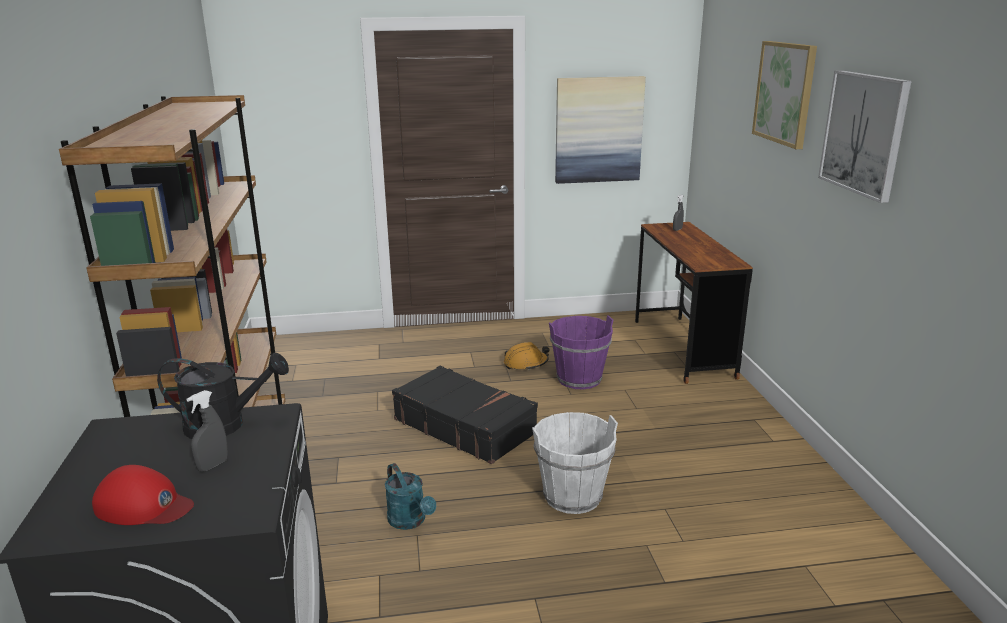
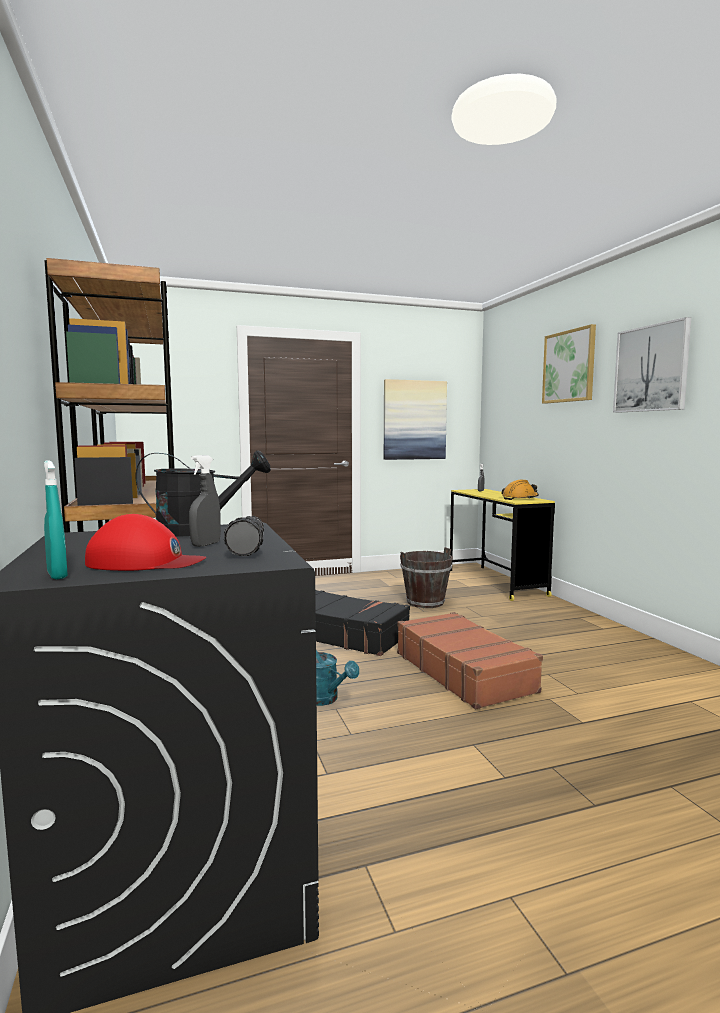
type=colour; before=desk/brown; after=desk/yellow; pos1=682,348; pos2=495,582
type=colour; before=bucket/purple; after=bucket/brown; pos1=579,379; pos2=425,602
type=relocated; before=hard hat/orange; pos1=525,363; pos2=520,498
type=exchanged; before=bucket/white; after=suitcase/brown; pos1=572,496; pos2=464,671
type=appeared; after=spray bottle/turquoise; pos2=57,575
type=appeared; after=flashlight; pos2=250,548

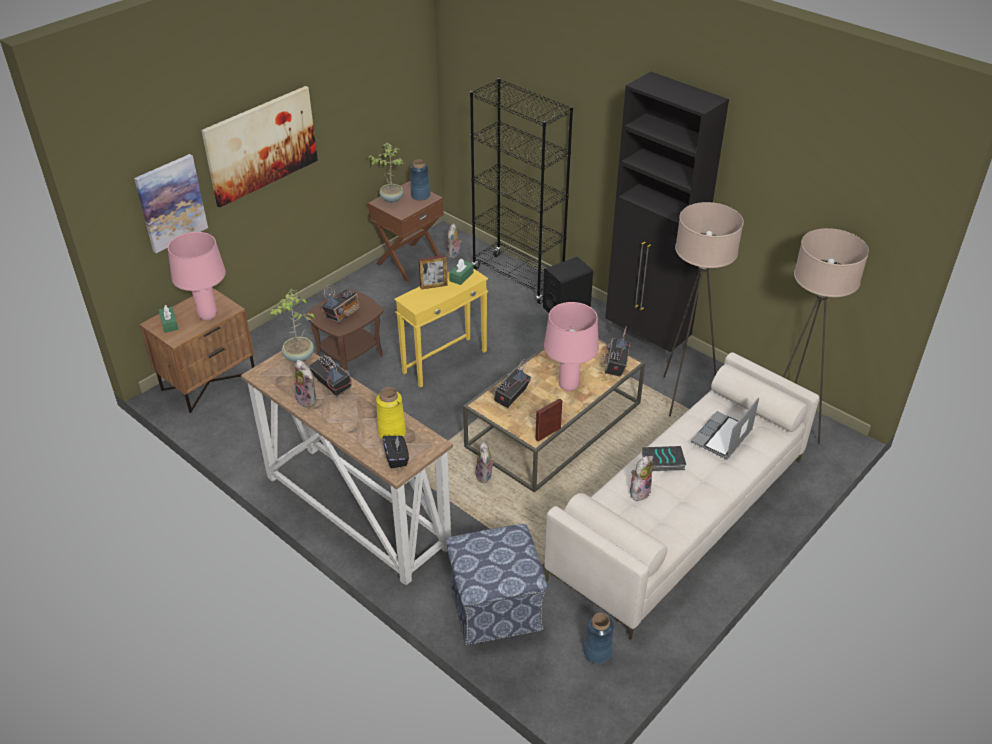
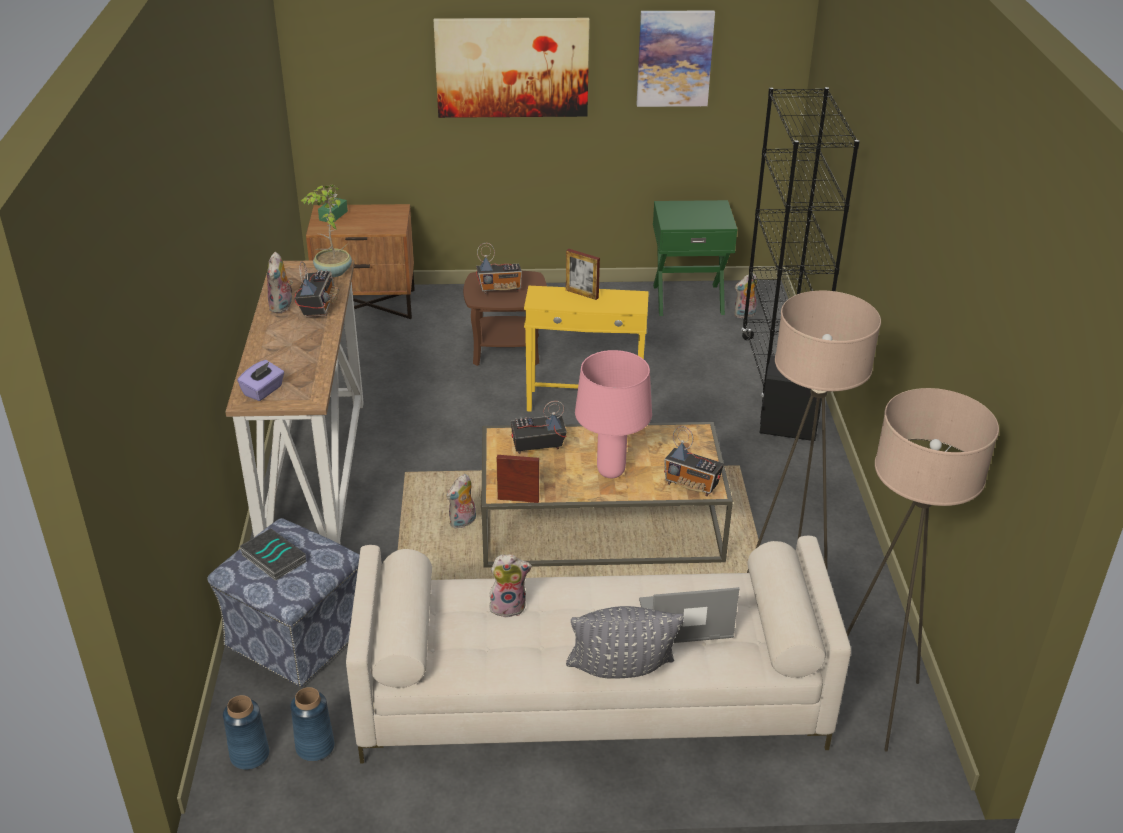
type=missing; before=cabinet/black; pos1=647,341
type=missing; before=potted plant; pos1=391,198
type=relocated; before=picture; pos1=171,203; pos2=674,58
type=relocated; before=vase/blue; pos1=420,195; pos2=250,755
type=colour; before=nightstand/brown; after=nightstand/green; pos1=408,261; pos2=688,299
type=missing; before=table lamp/pink; pos1=208,315
type=missing; before=tissue box/green; pos1=461,277
type=spun; before=radio; pos1=615,366; pos2=692,485; turn=-120
type=missing; before=vase/yellow; pos1=391,432
type=colour; before=tissue box/black; after=tissue box/purple; pos1=396,458; pos2=263,391
type=relocated; before=book; pos1=662,462; pos2=272,558
type=appeared; after=pillow/grey; pos2=621,674

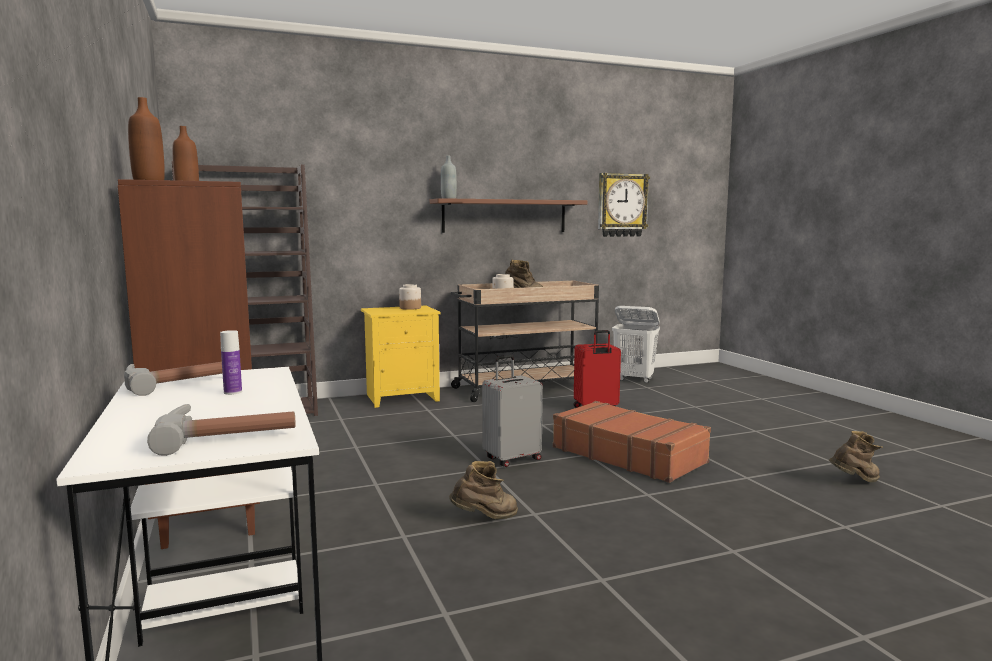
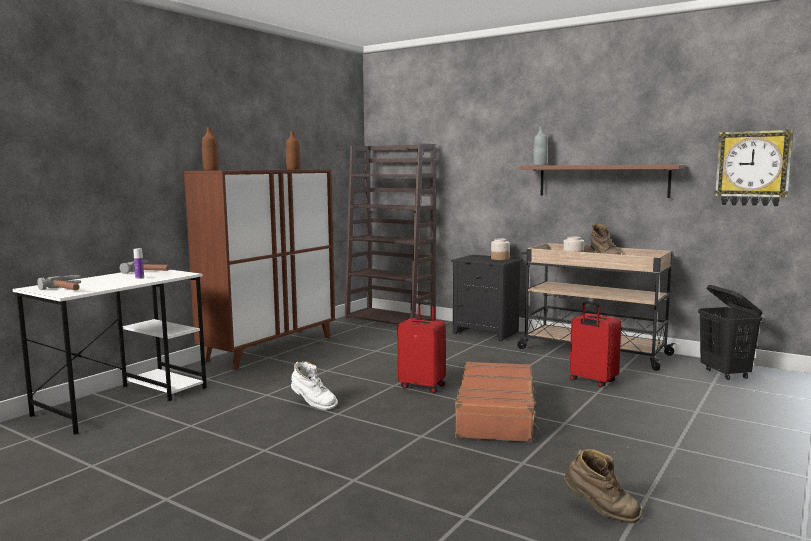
type=colour; before=nightstand/yellow; after=nightstand/black; pos1=402,397; pos2=487,332
type=colour; before=laundry basket/white; after=laundry basket/black; pos1=634,380; pos2=725,374
type=colour; before=suitcase/grey; after=suitcase/red; pos1=512,459; pos2=422,386
type=colour; before=boot/brown; after=boot/white; pos1=485,519; pos2=313,404

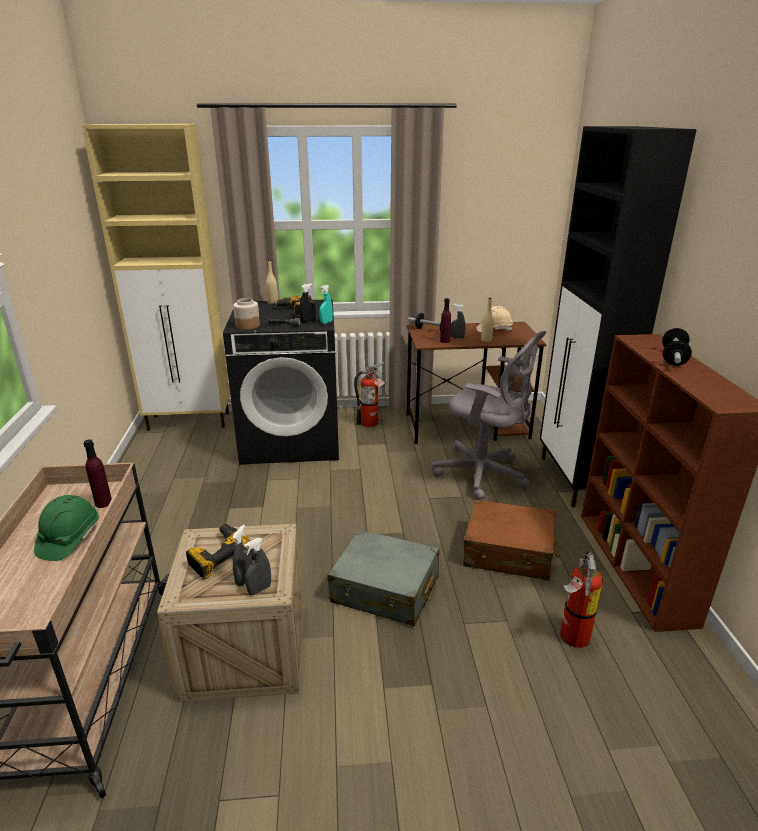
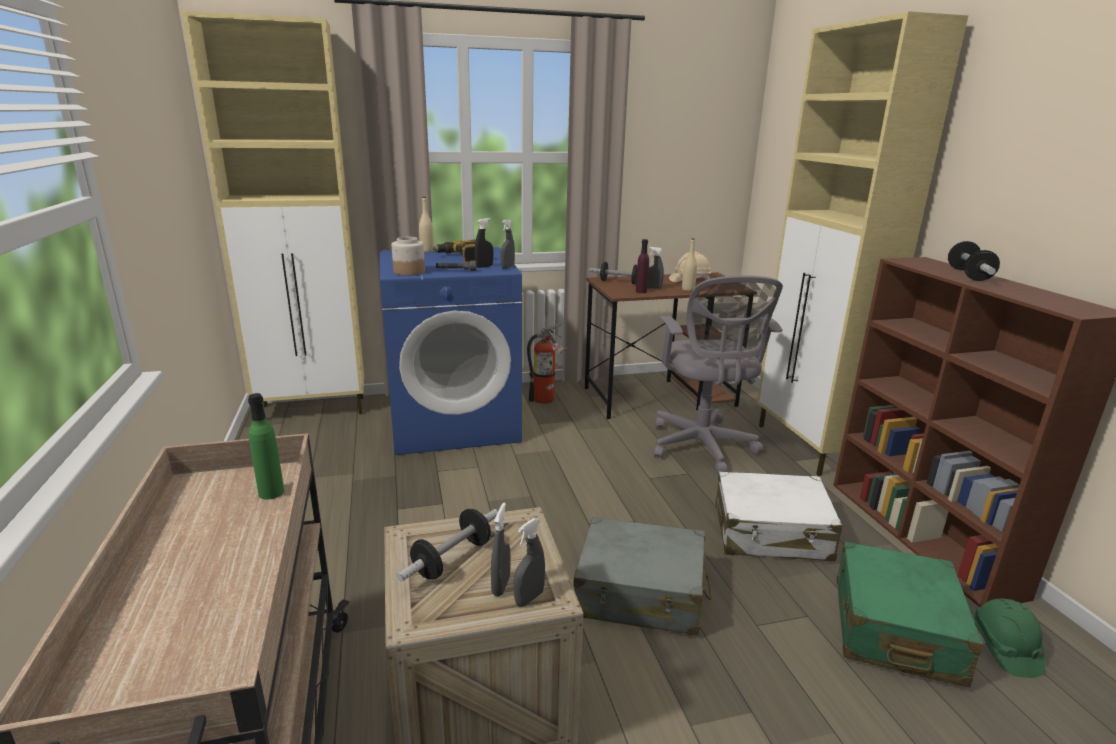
type=colour; before=cabinet/black; after=cabinet/beige; pos1=573,481; pos2=806,447
type=colour; before=spray bottle/turquoise; after=spray bottle/grey; pos1=326,322; pos2=507,267
type=colour; before=washing machine/black; after=washing machine/blue; pos1=292,439; pos2=454,422
type=spun; before=office chair/grey; pos1=484,475; pos2=702,448; turn=60
type=colour; before=bottle/purple; after=bottle/green; pos1=103,503; pos2=271,492
type=relocated; before=hard hat/green; pos1=69,539; pos2=1003,648
type=colour; before=suitcase/brown; after=suitcase/white; pos1=509,552; pos2=771,533
type=exchanged; before=power drill; after=dumbbell; pos1=220,557; pos2=452,559
type=exchanged; before=fire extinguisher; after=suitcase/green; pos1=571,638; pos2=894,629

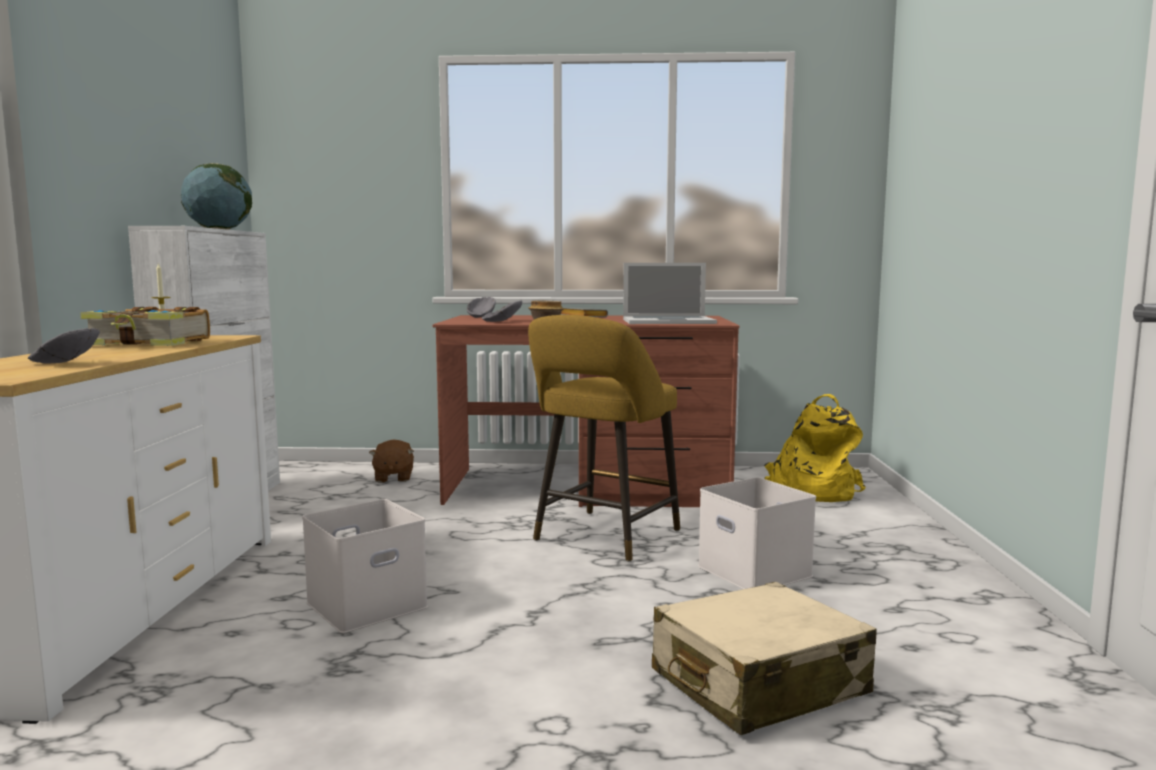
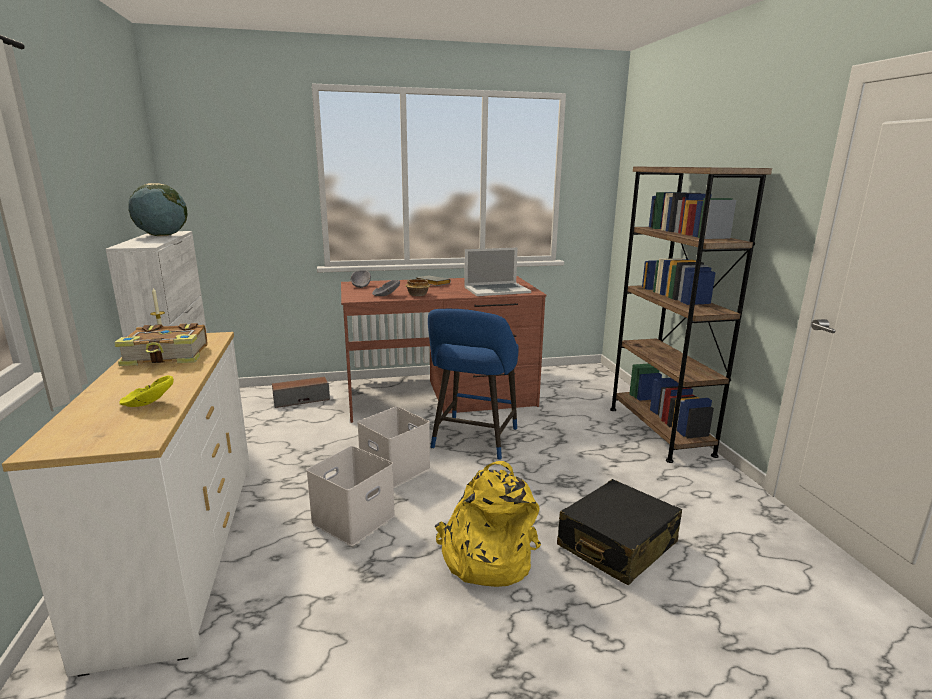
type=colour; before=stool/yellow; after=stool/blue; pos1=603,538; pos2=473,441
type=colour; before=bowl/grey; after=bowl/yellow; pos1=65,363; pos2=148,403
type=relocated; before=backpack/yellow; pos1=811,491; pos2=485,556
type=exchanged; before=plush toy/brown; after=speaker; pos1=393,478; pos2=301,400
type=relocated; before=storage box/white; pos1=751,571; pos2=393,468
type=colour; before=suitcase/beige; after=suitcase/black; pos1=758,683; pos2=616,545
type=appeared; after=bookcase/brown; pos2=659,431

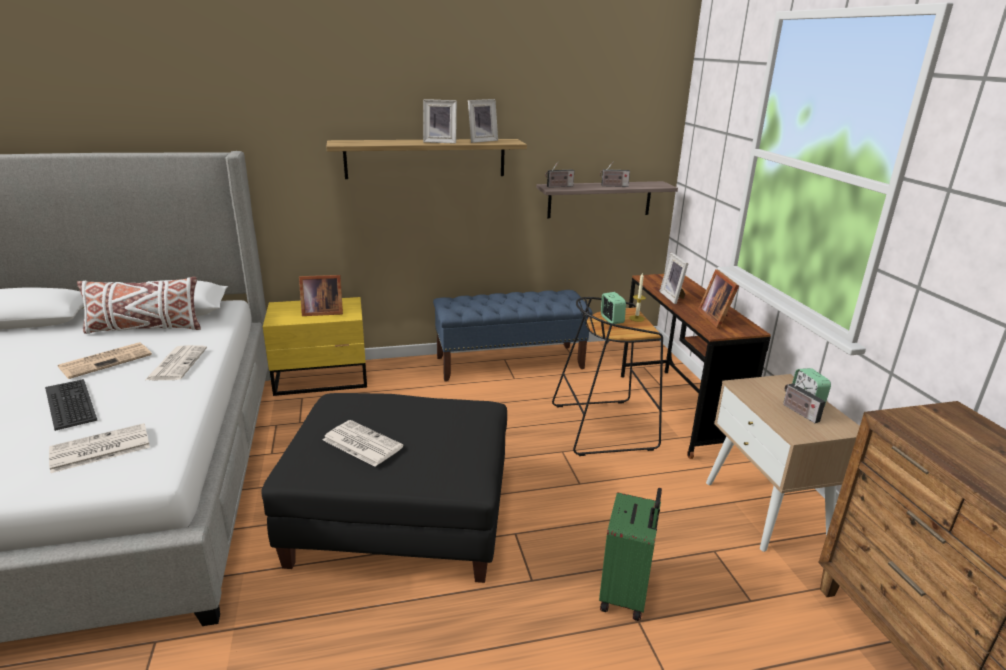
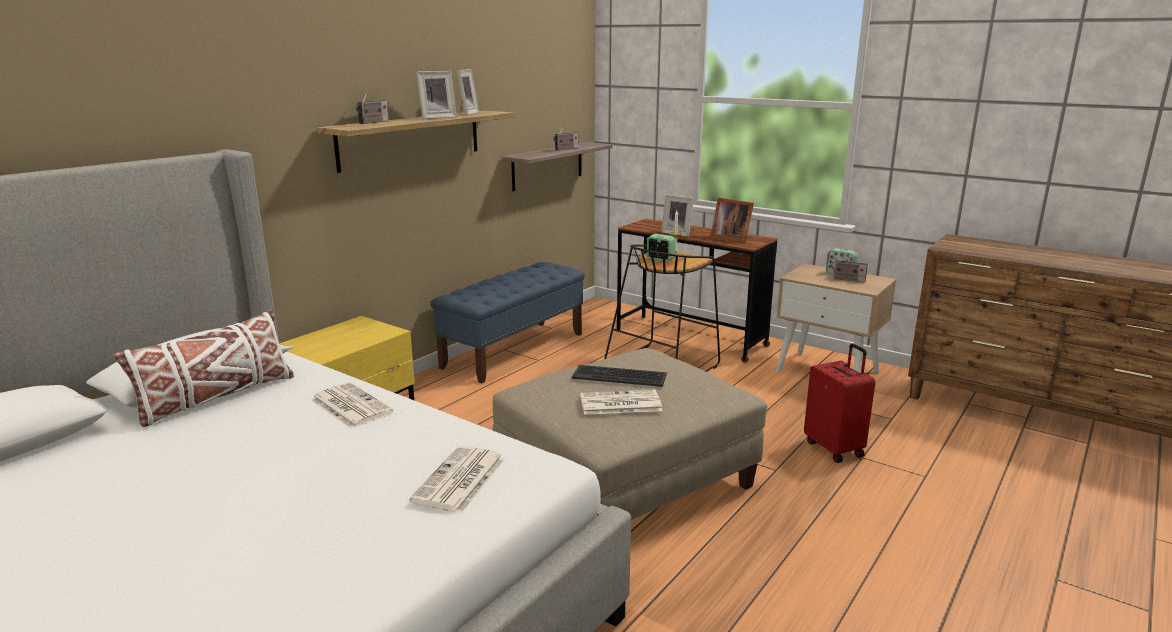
type=relocated; before=radio; pos1=558,186; pos2=373,122
type=missing; before=picture frame; pos1=321,312
type=missing; before=newspaper; pos1=106,360
type=relocated; before=keyboard; pos1=71,404; pos2=619,376
type=colour; before=ottoman/black; after=ottoman/beige; pos1=401,516; pos2=625,482
type=colour; before=suitcase/green; after=suitcase/red; pos1=626,595; pos2=835,448

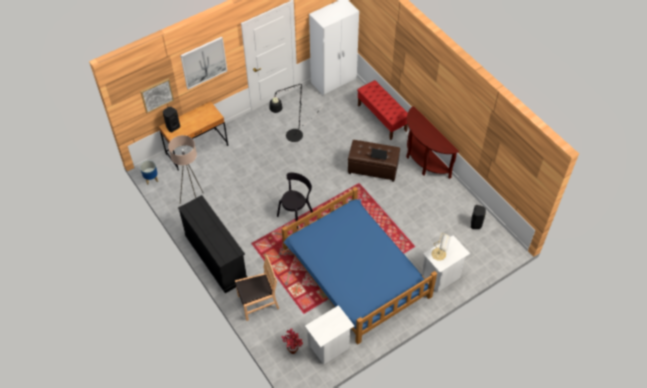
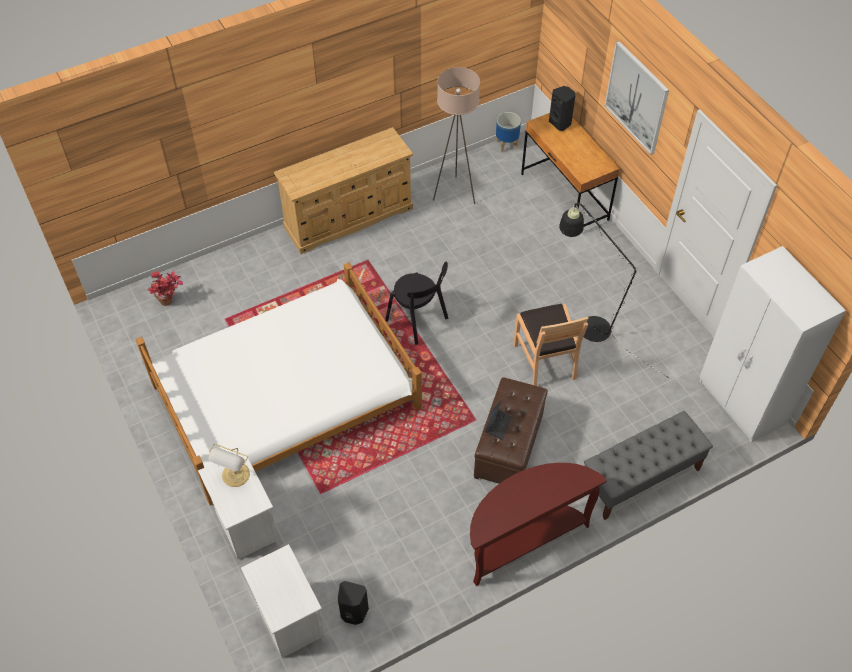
type=missing; before=picture; pos1=157,95
type=colour; before=bench/red; after=bench/grey; pos1=382,118; pos2=640,478
type=colour; before=bed/blue; after=bed/white; pos1=355,271; pos2=286,395
type=colour; before=dresser/black; after=dresser/beige; pos1=216,257; pos2=349,217
type=relocated; before=chair/brown; pos1=258,303; pos2=545,361
type=relocated; before=nightstand/white; pos1=329,347; pos2=289,622

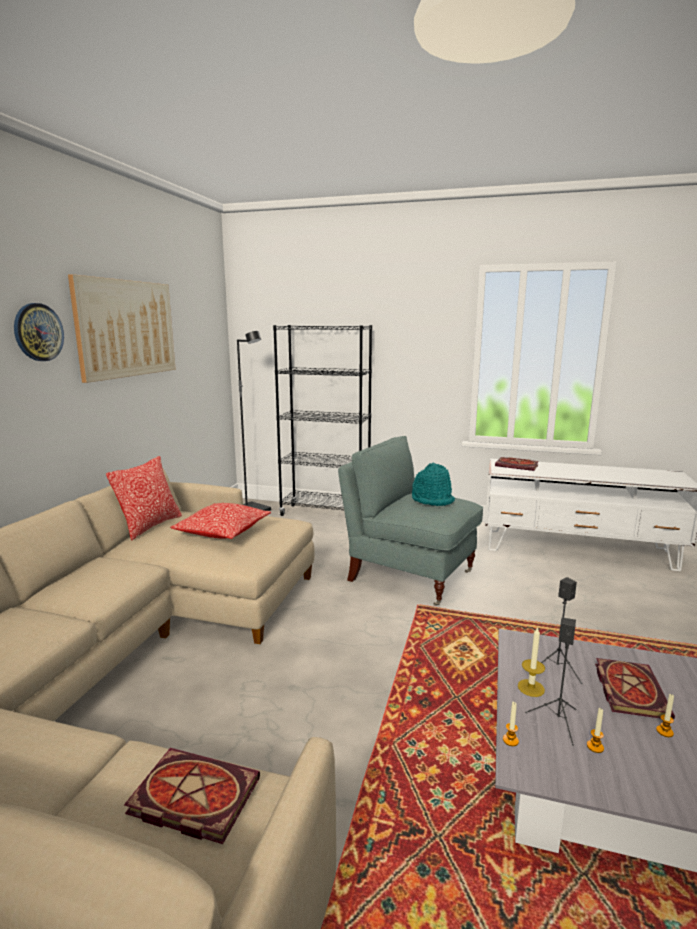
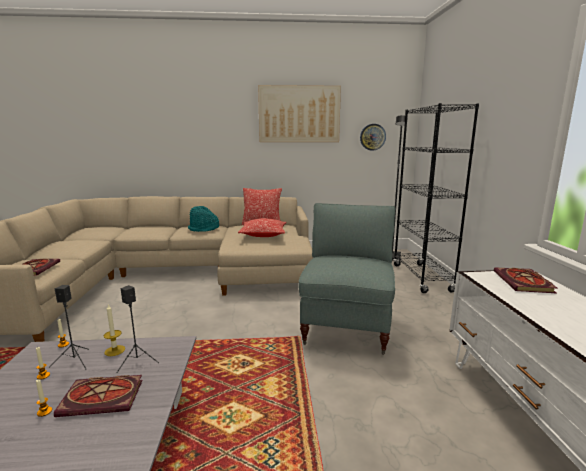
type=relocated; before=wall clock; pos1=38,332; pos2=372,137
type=relocated; before=hat/turquoise; pos1=432,499; pos2=204,229

